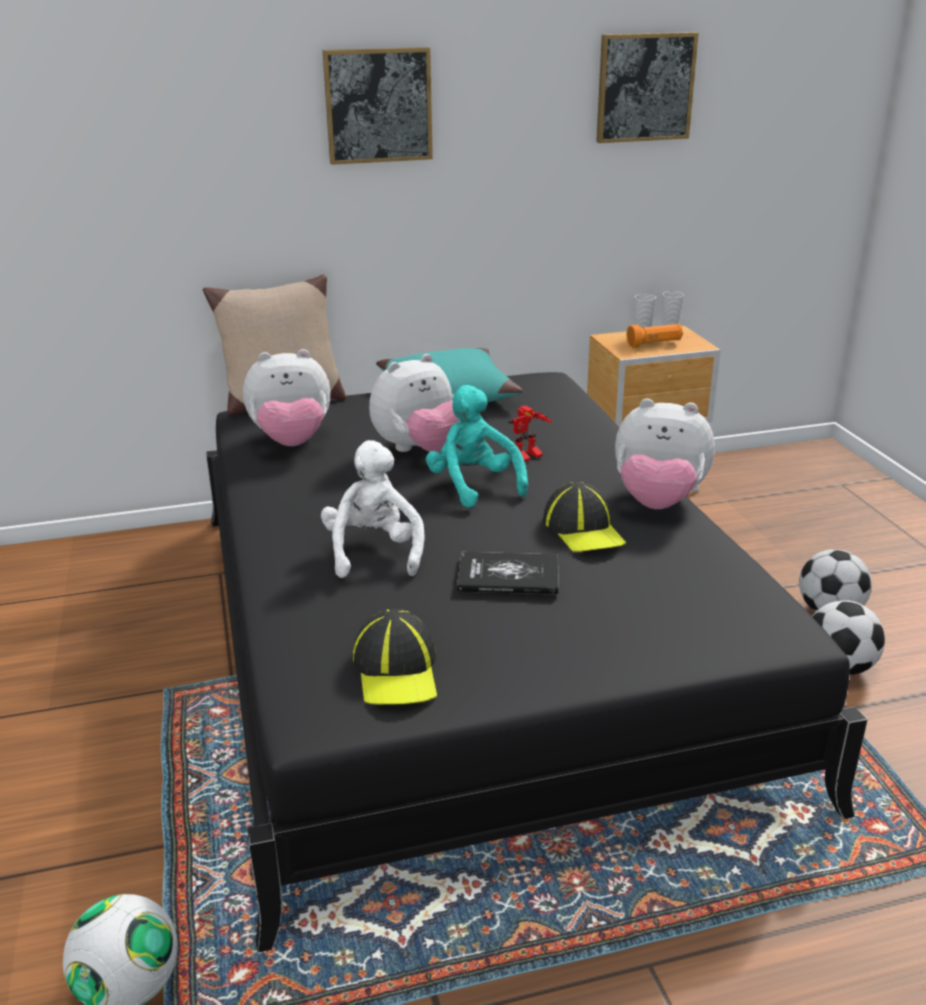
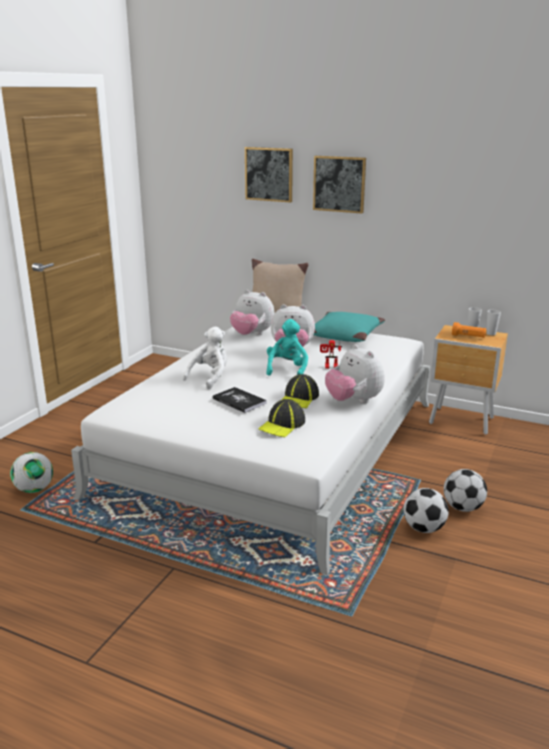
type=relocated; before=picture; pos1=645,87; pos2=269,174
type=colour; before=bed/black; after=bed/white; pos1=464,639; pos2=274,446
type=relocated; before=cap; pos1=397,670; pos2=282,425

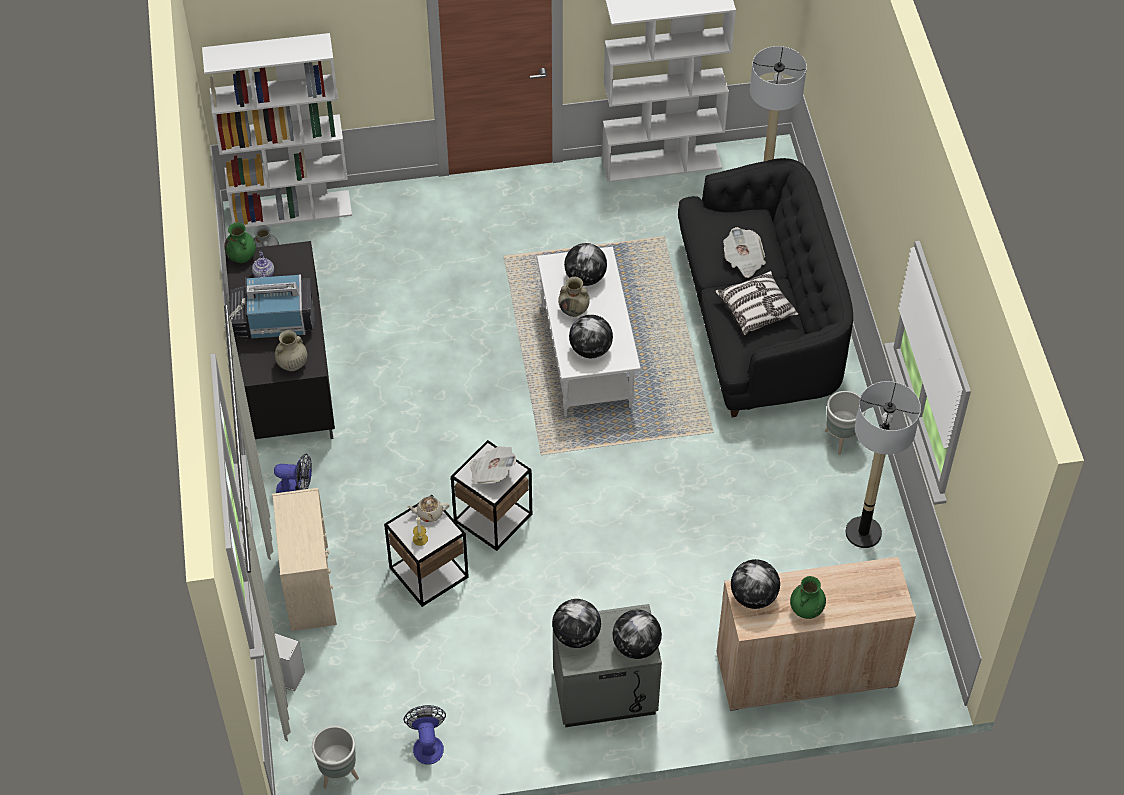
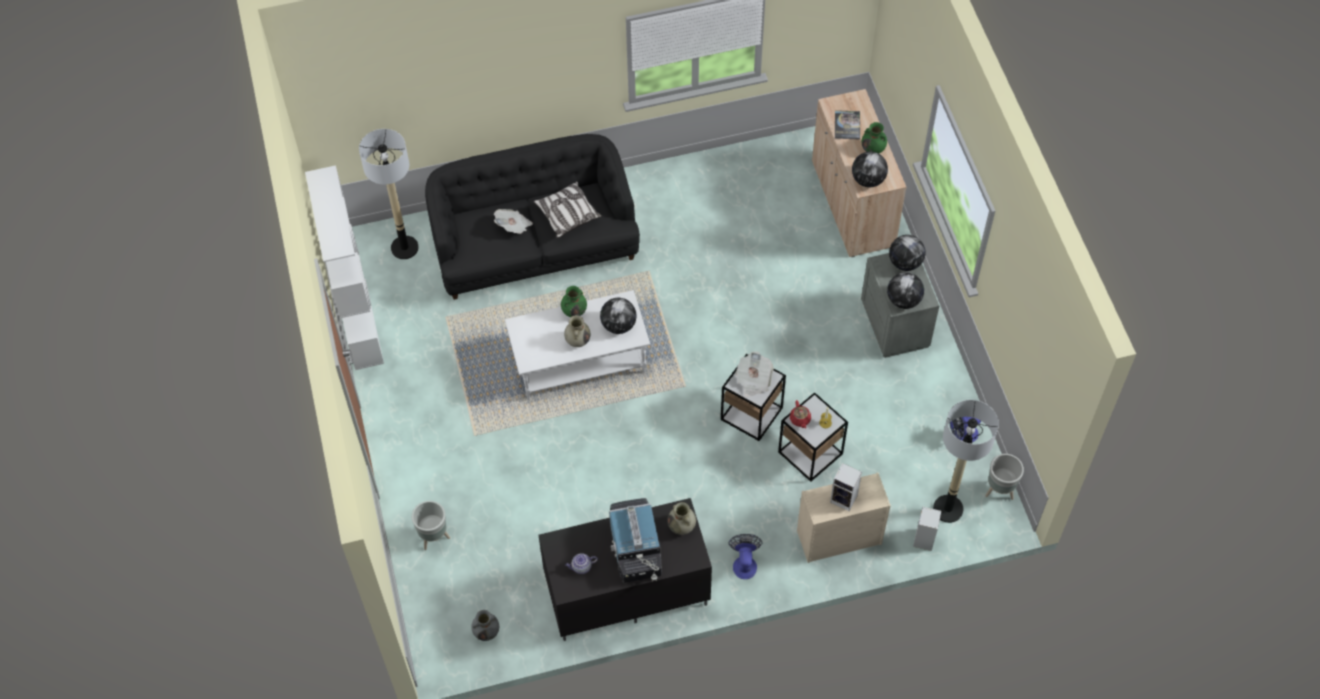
type=missing; before=bookcase/white; pos1=292,210
type=relocated; before=vase/green; pos1=242,257; pos2=574,311
type=missing; before=globe; pos1=585,277
type=relocated; before=floor lamp; pos1=863,532; pos2=948,509
type=relocated; before=planter/grey; pos1=841,440; pos2=434,537
type=colour; before=teapot/beige; after=teapot/red; pos1=429,513; pos2=800,419
type=appeared; after=book; pos2=847,125
type=appeared; after=speaker; pos2=845,499

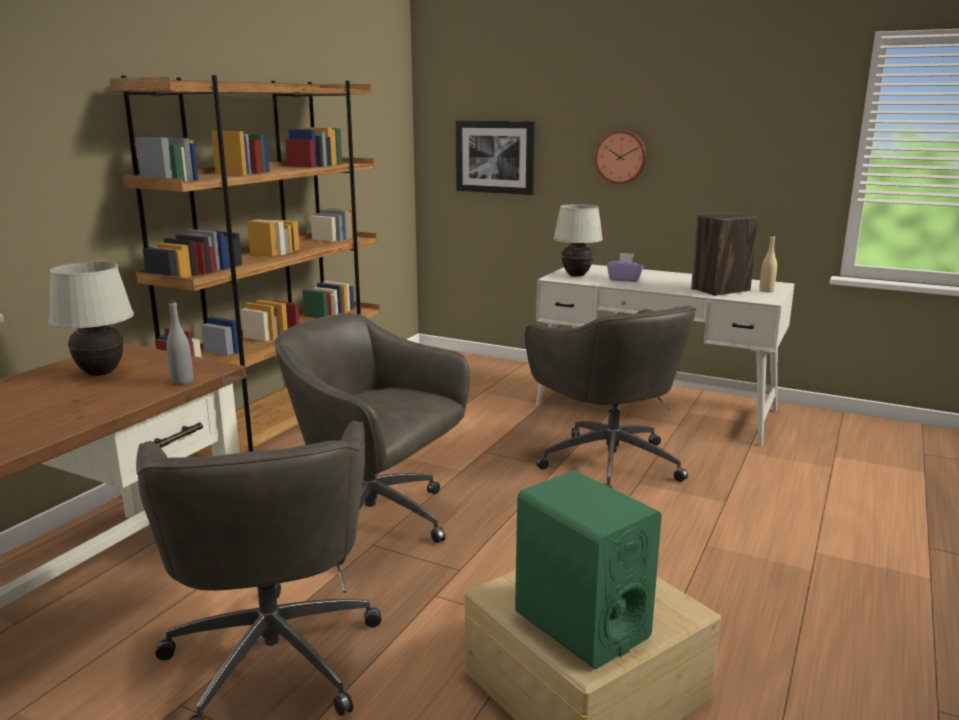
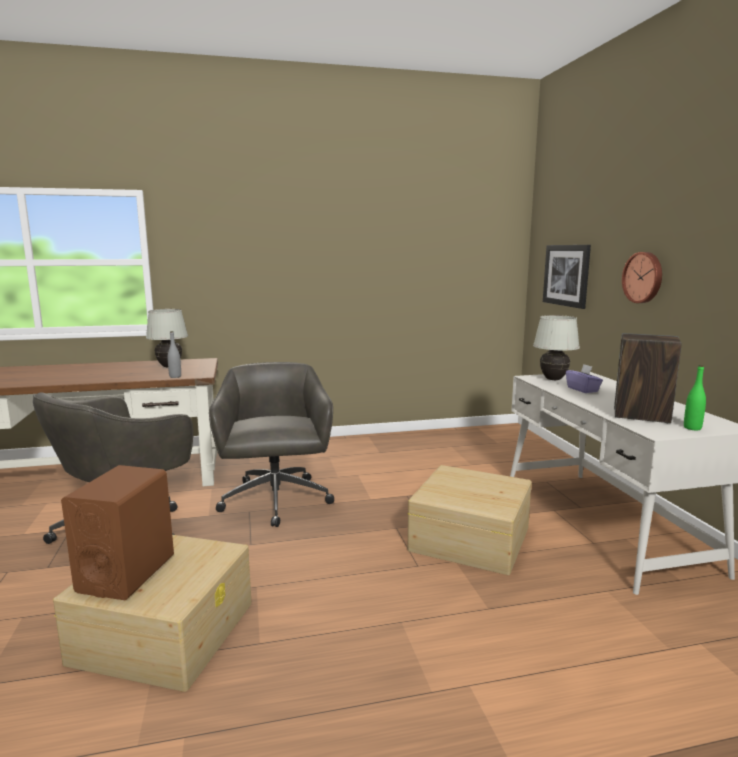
type=missing; before=bookcase/brown; pos1=287,436
type=colour; before=bottle/beige; after=bottle/green; pos1=766,291; pos2=692,428
type=exchanged; before=office chair/grey; after=storage box/beige; pos1=608,461; pos2=469,538
type=colour; before=speaker/green; after=speaker/brown; pos1=581,624; pos2=127,573

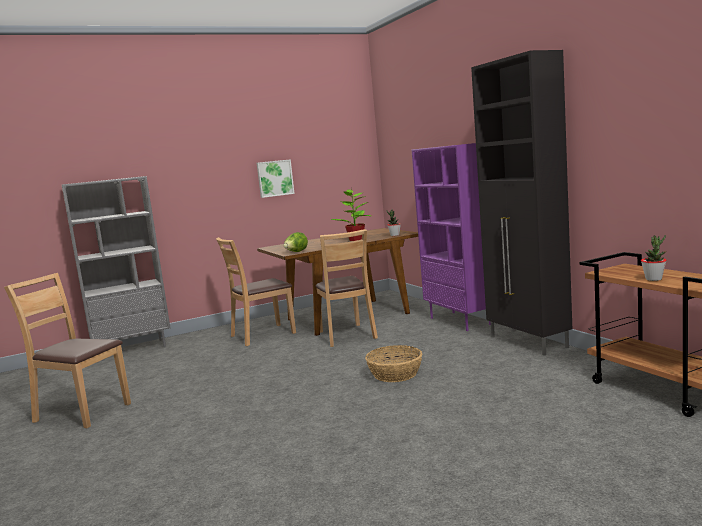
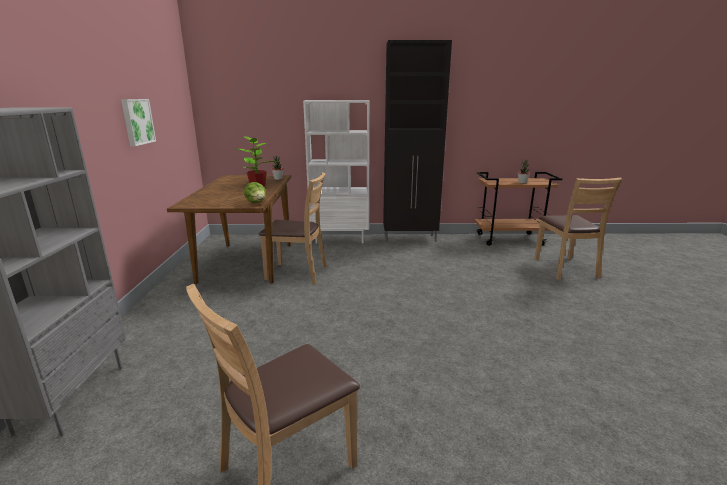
type=colour; before=bookcase/purple; after=bookcase/white; pos1=461,321; pos2=340,239
type=relocated; before=chair/brown; pos1=262,335; pos2=565,268
type=missing; before=basket; pos1=395,374

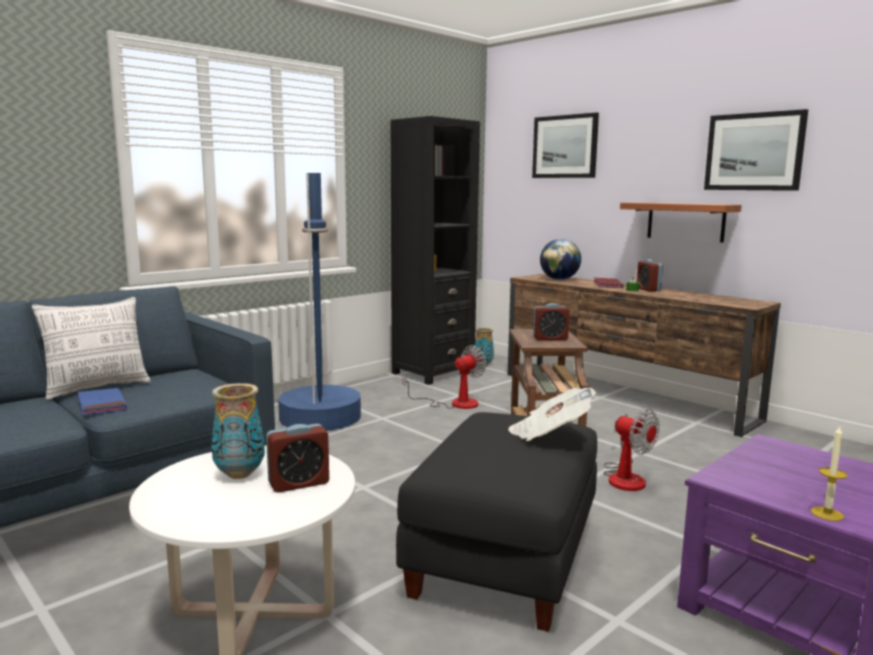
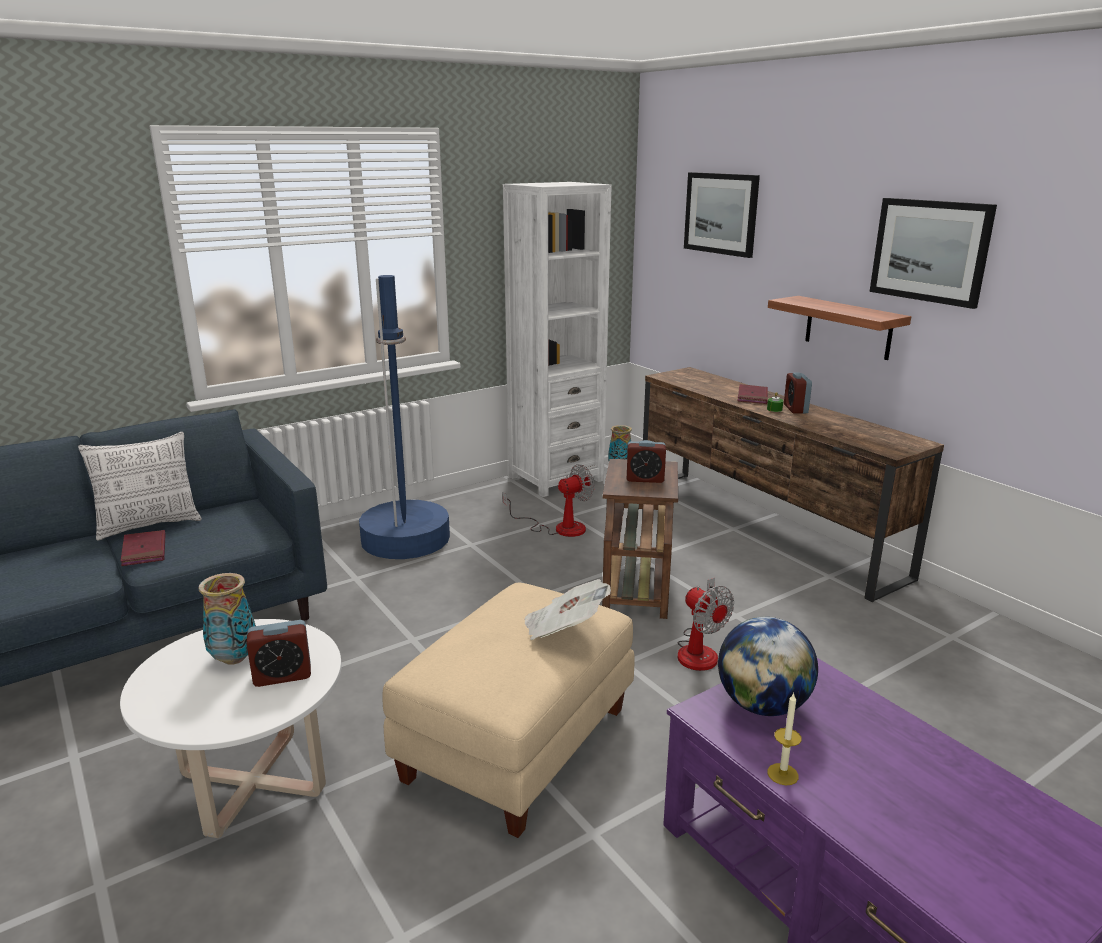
type=colour; before=bookcase/black; after=bookcase/white; pos1=433,372; pos2=555,478
type=relocated; before=globe; pos1=559,279; pos2=762,705
type=colour; before=book/blue; after=book/red; pos1=102,404; pos2=144,551
type=colour; before=ottoman/black; after=ottoman/beige; pos1=503,556; pos2=516,742

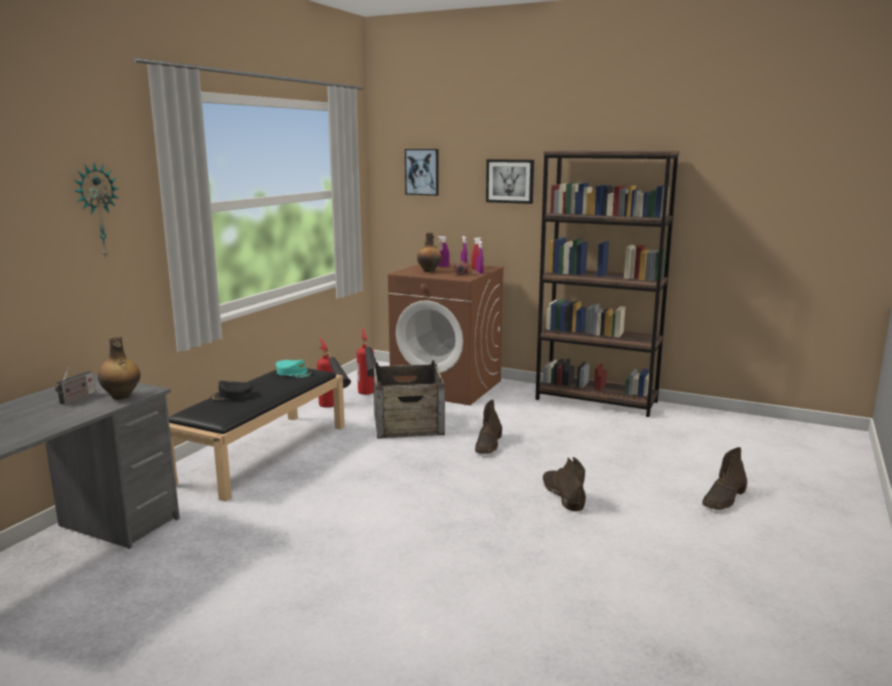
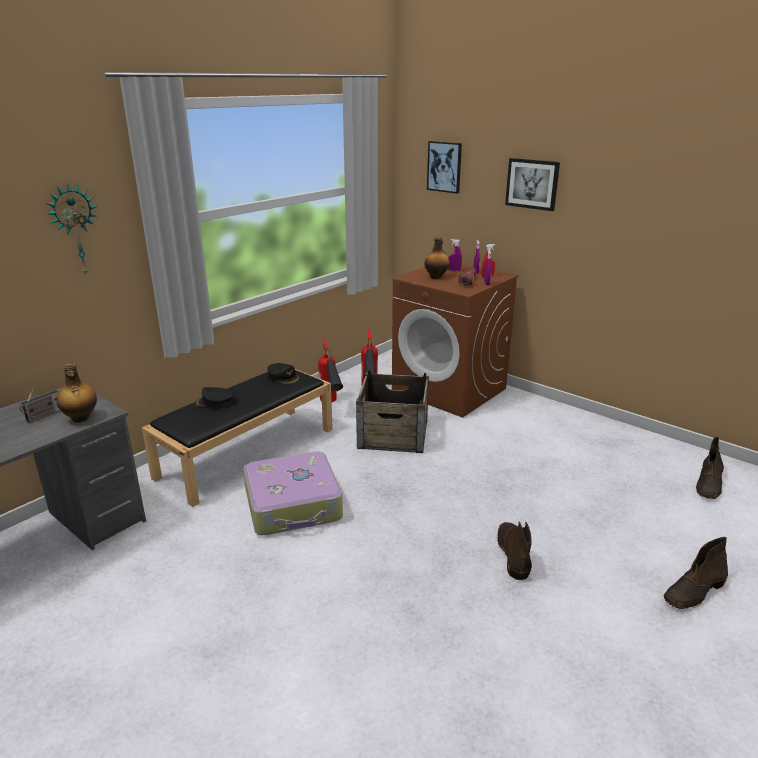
type=missing; before=bookcase/brown; pos1=596,400
type=colour; before=cap/turquoise; after=cap/black; pos1=293,372; pos2=283,377
type=relocated; before=boot/brown; pos1=488,444; pos2=709,485
type=appeared; after=suitcase; pos2=294,505

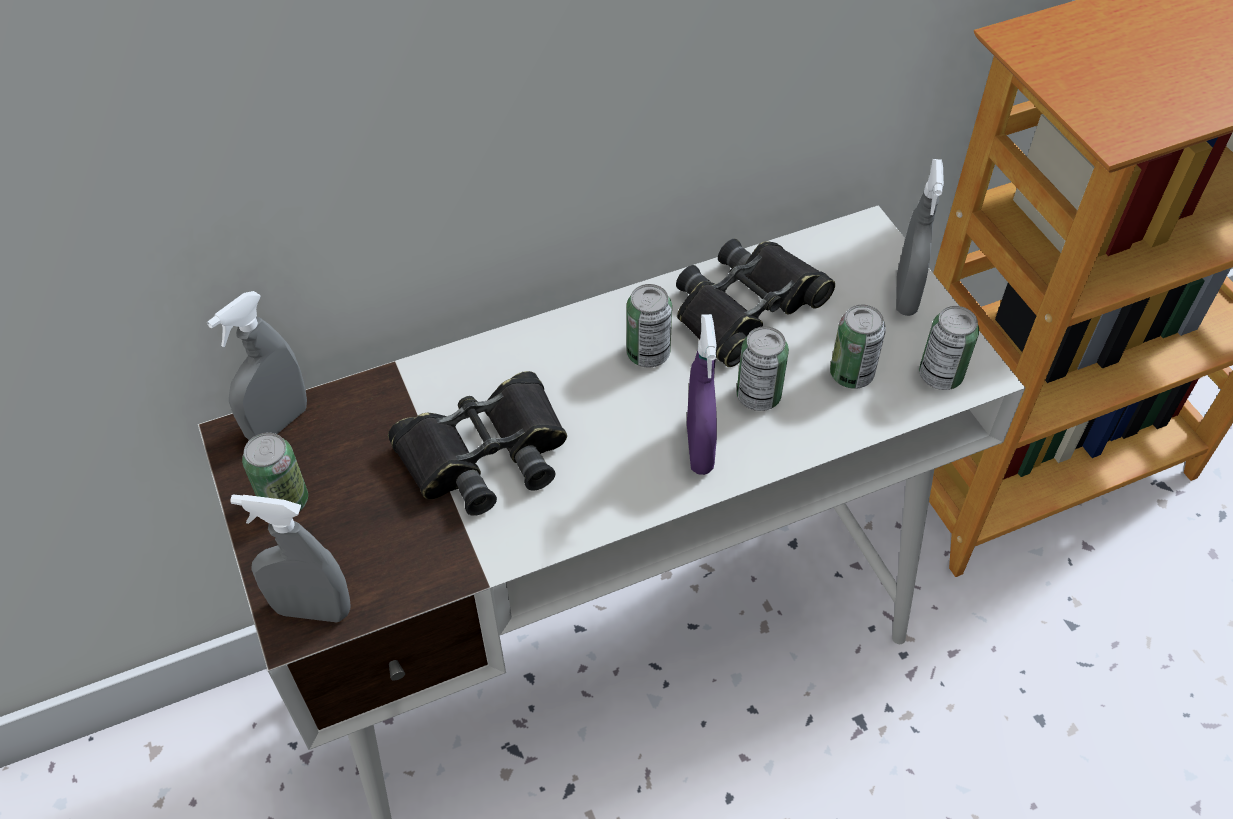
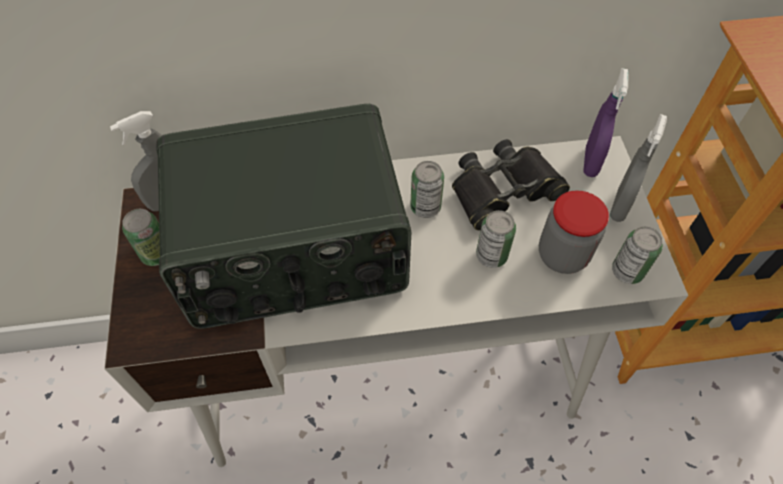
type=exchanged; before=can; after=jar; pos1=851,374; pos2=562,255
type=relocated; before=spray bottle/purple; pos1=699,449; pos2=590,162
type=exchanged; before=binoculars/black; after=radio; pos1=485,454; pos2=294,252
type=missing; before=spray bottle/grey; pos1=312,610

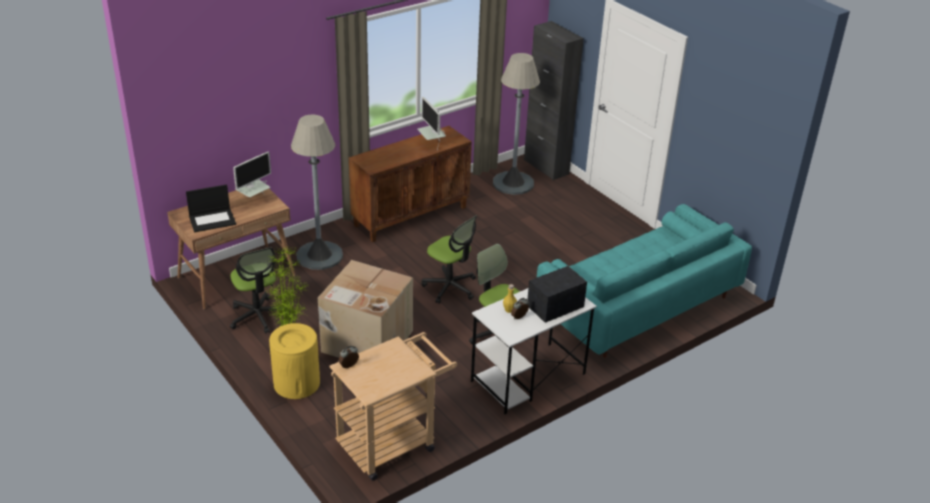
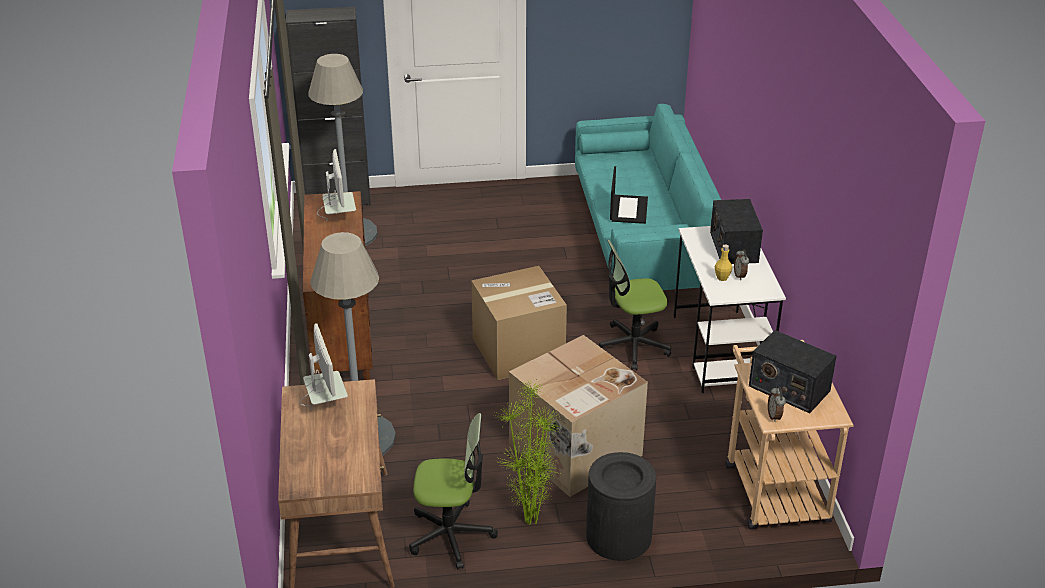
type=spun; before=monitor; pos1=432,144; pos2=339,220; turn=-105
type=relocated; before=laptop; pos1=213,220; pos2=628,209
type=exchanged; before=office chair; after=cardboard box; pos1=450,287; pos2=518,350
type=colour; before=trash can/yellow; after=trash can/black; pos1=296,383; pos2=618,536
type=appeared; after=radio; pos2=788,388

